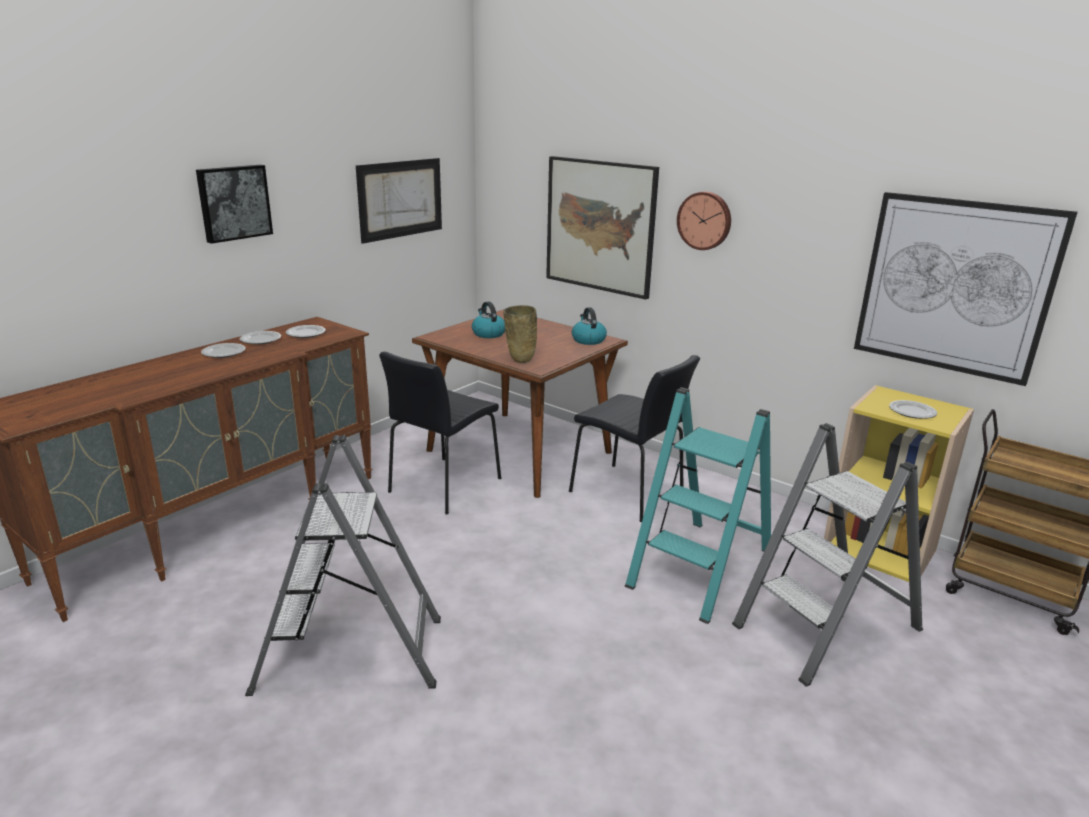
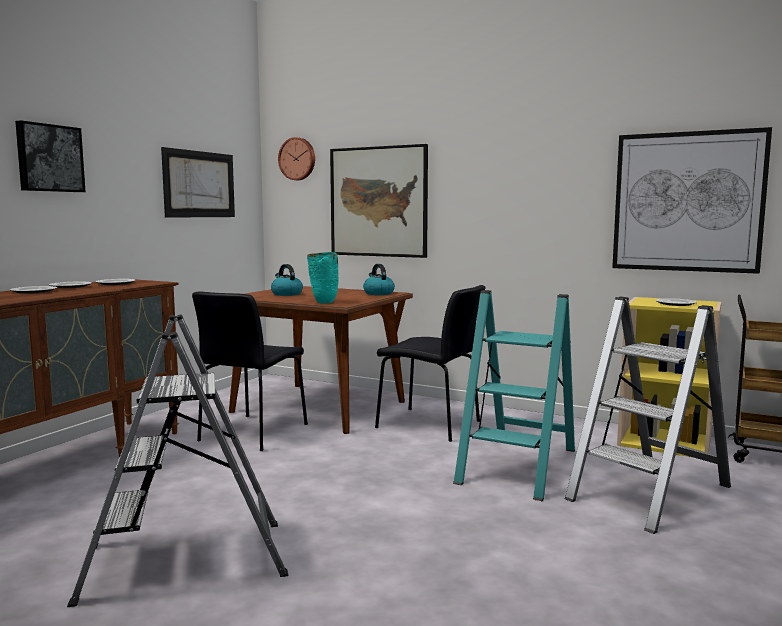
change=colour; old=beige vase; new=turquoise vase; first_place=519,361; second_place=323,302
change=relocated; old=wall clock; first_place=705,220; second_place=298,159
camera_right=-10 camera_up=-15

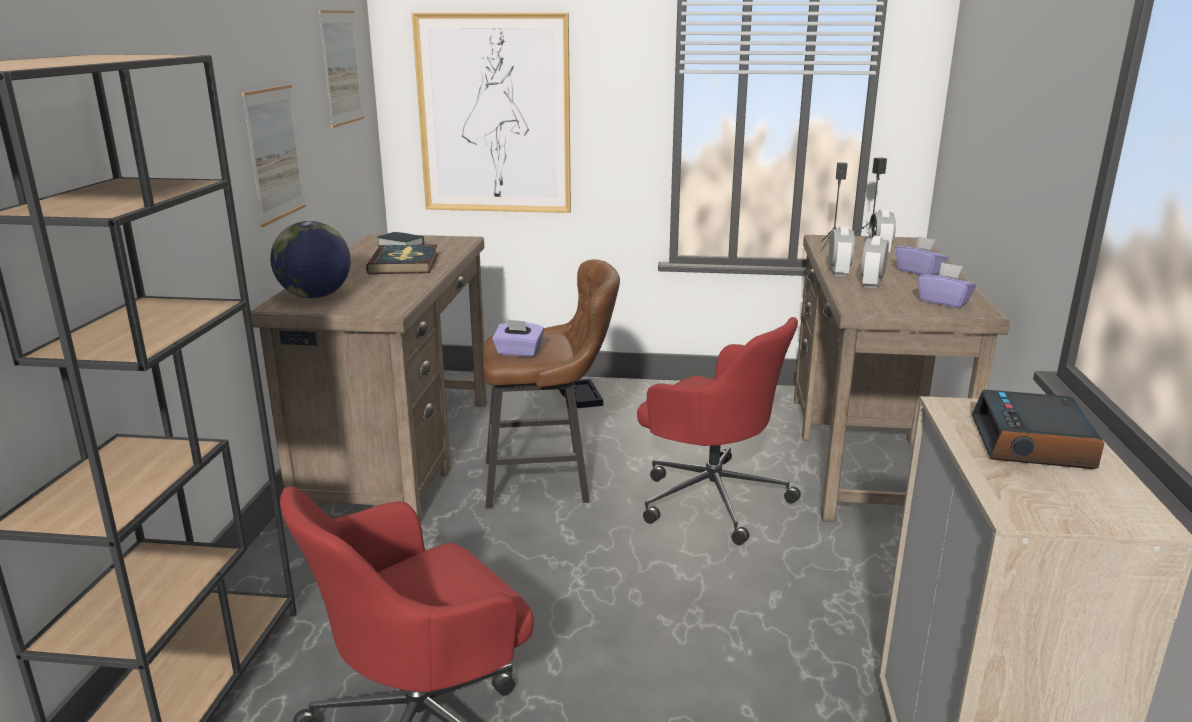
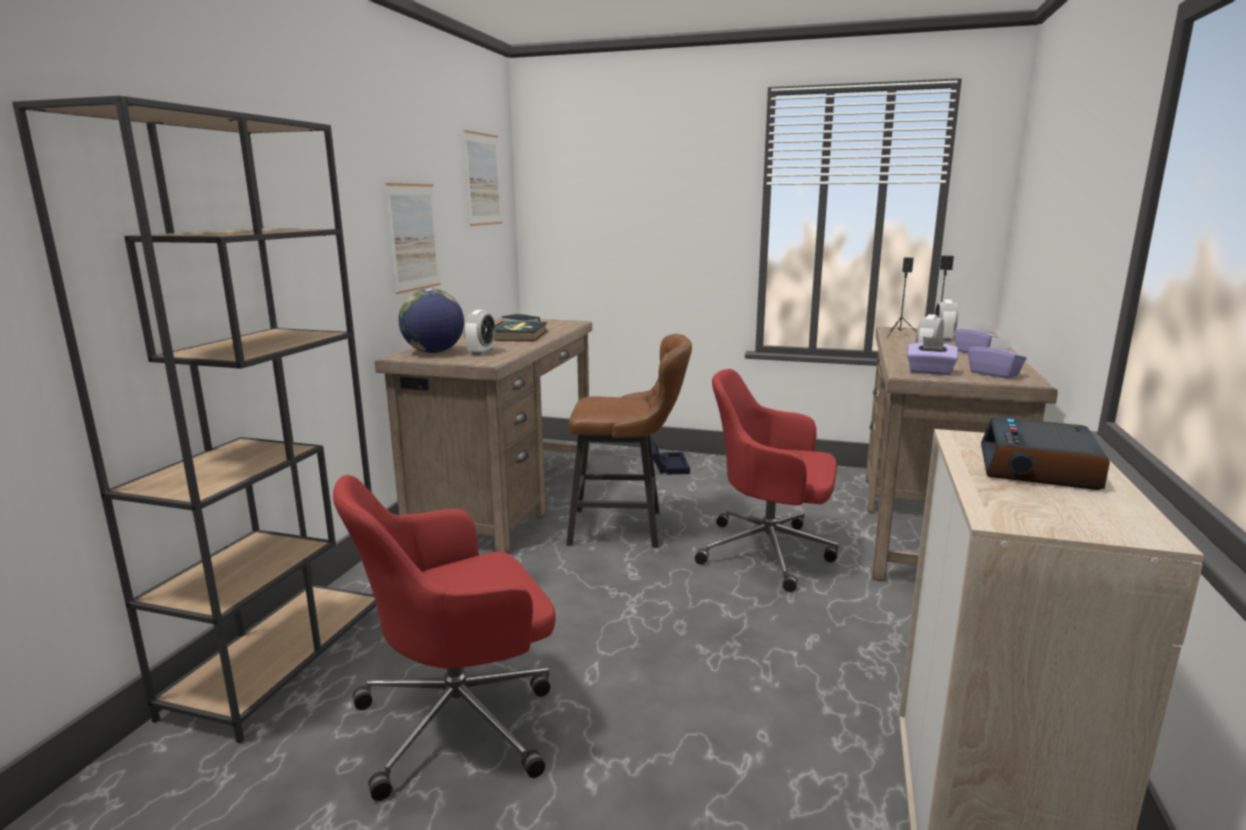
change=missing; old=picture; first_place=494,115
change=relocated; old=purple tissue box; first_place=518,352; second_place=930,372
change=spun; old=red office chair; first_place=711,498; second_place=769,552; degrees=150
change=relocated; old=alarm clock; first_place=838,273; second_place=481,353
camera_right=10 camera_up=-5

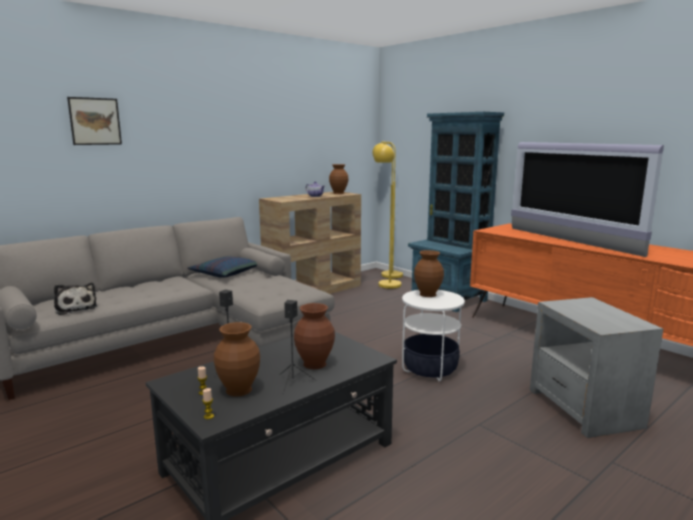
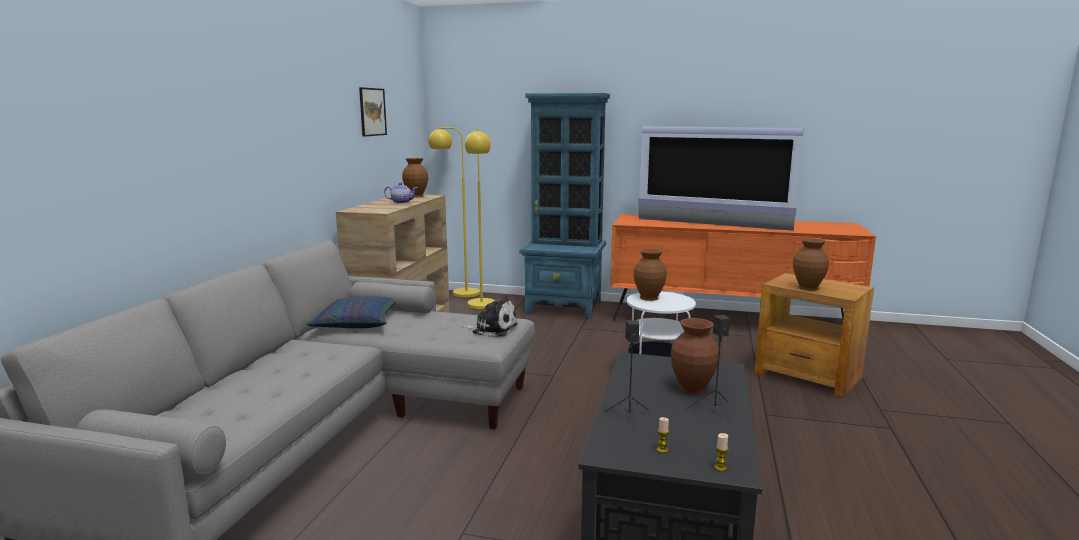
change=relocated; old=plush toy; first_place=75,308; second_place=492,329
change=relocated; old=picture; first_place=95,121; second_place=372,112
change=relocated; old=brown vase; first_place=240,389; second_place=808,288
change=colour; old=grey side table; new=brown side table; first_place=584,408; second_place=808,376
camera_right=-35 camera_up=0

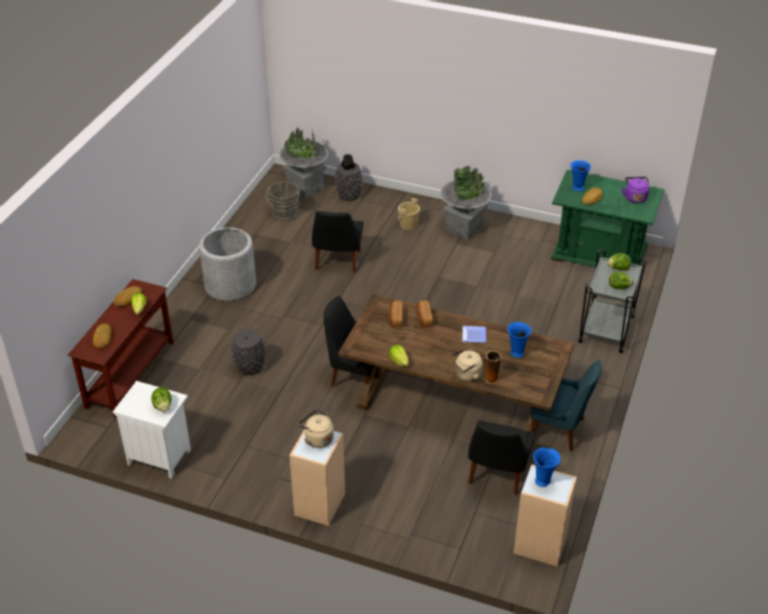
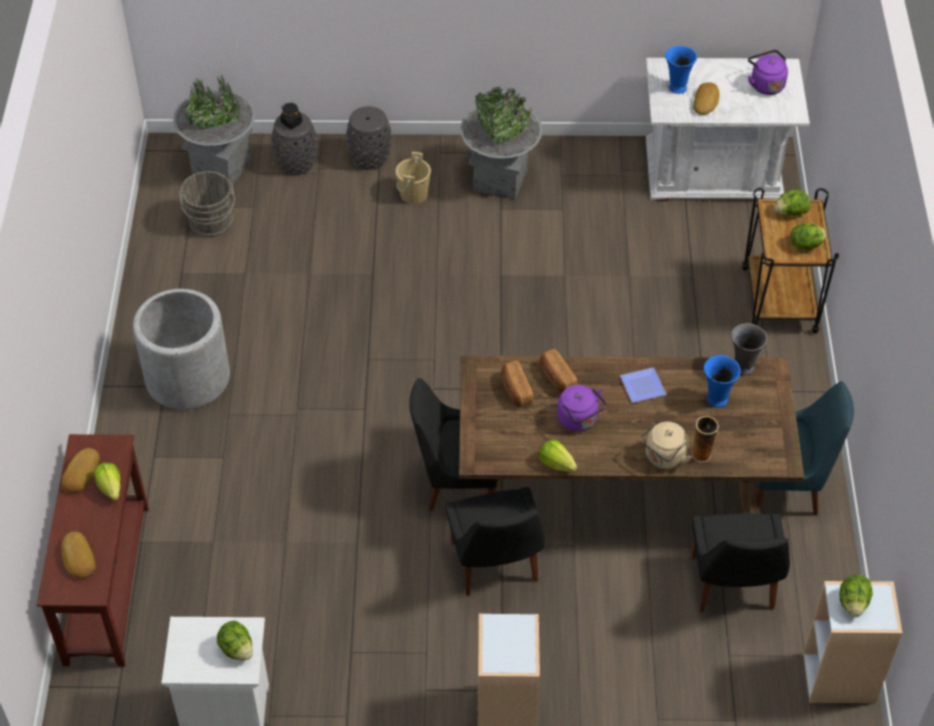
change=relocated; old=grey stool; first_place=250,367; second_place=370,158
change=missing; old=beige kettle; first_place=317,439
change=relocated; old=black chair; first_place=337,261; second_place=495,565
change=exchanged; old=blue vase; new=lettuce; first_place=543,481; second_place=853,603
change=colour; old=green cabinet; new=white cabinet; first_place=599,253; second_place=714,170
change=colour; old=grey cart; new=brown cart; first_place=606,330; second_place=779,301
change=appeared; new=purple kettle; second_place=579,420
change=appeared; new=grey vase; second_place=742,367
camera_right=-20 camera_up=10

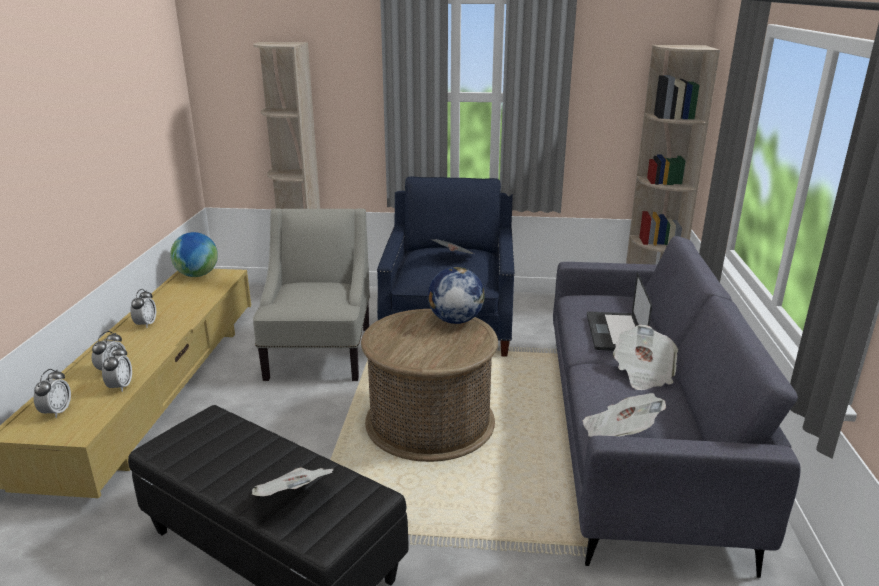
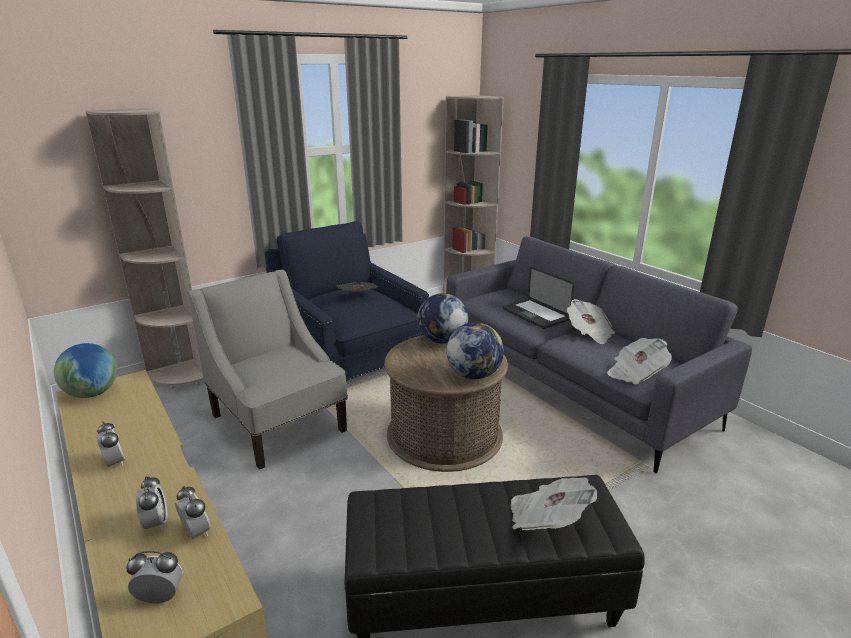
change=spun; old=alarm clock; first_place=57,412; second_place=160,597; degrees=-60
change=appeared; new=globe; second_place=473,375
camera_right=-40 camera_up=0

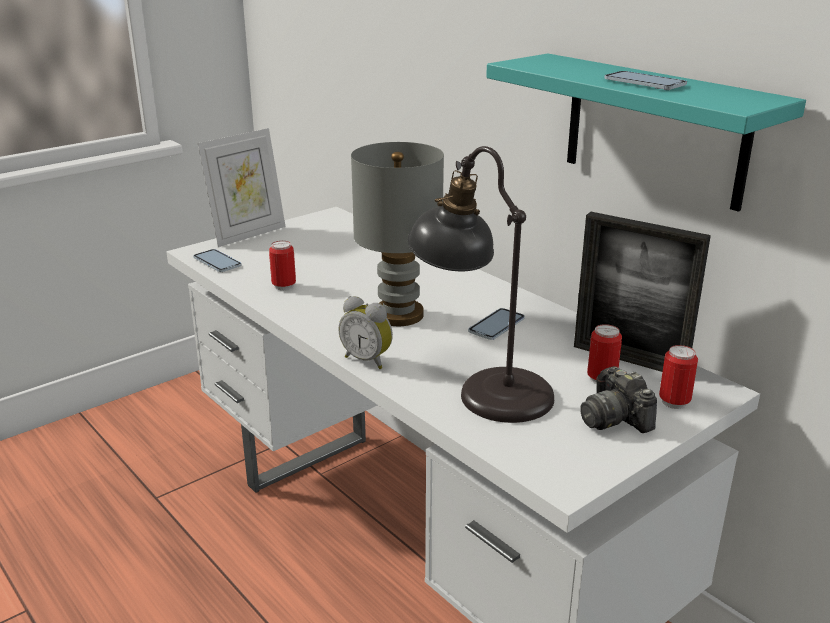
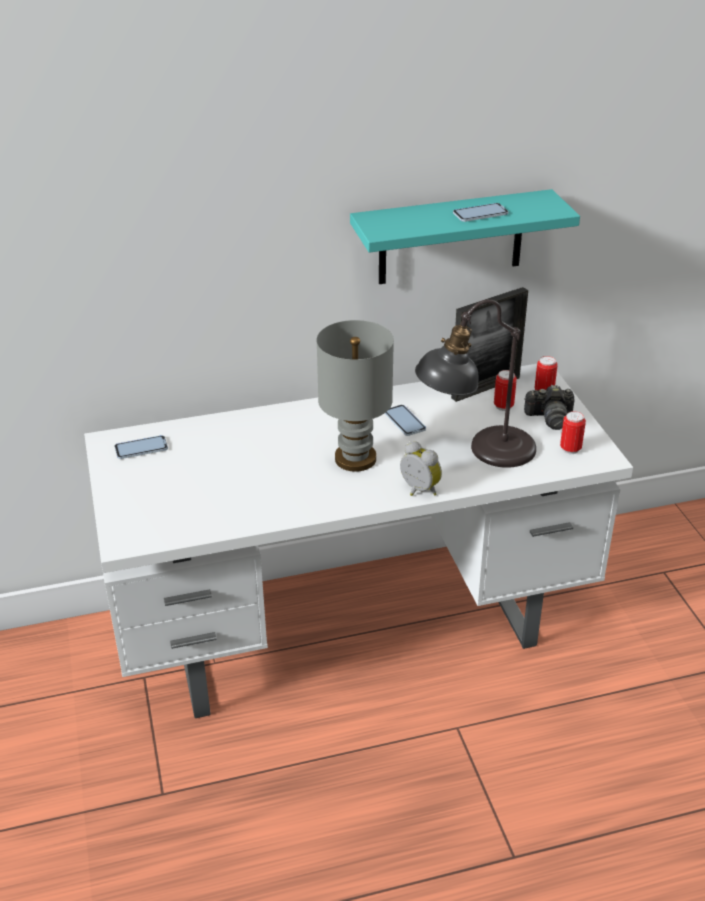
change=relocated; old=phone; first_place=217,262; second_place=141,448
change=missing; old=picture frame; first_place=248,234
change=relocated; old=can; first_place=284,286; second_place=570,449
change=spun; old=alarm clock; first_place=368,360; second_place=418,491; degrees=-105
camera_right=-65 camera_up=10

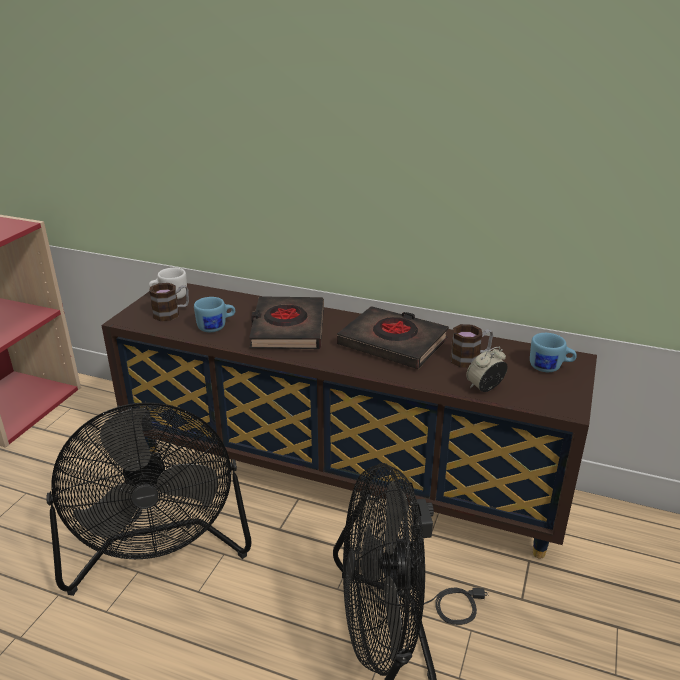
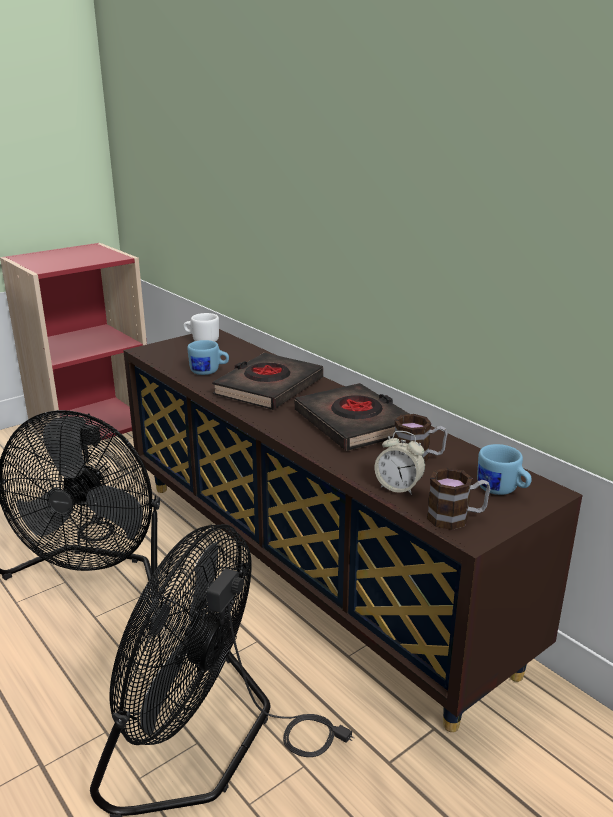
change=relocated; old=mug; first_place=172,313; second_place=456,518
change=spun; old=alarm clock; first_place=484,388; second_place=398,487; degrees=-150
camera_right=30 camera_up=-5

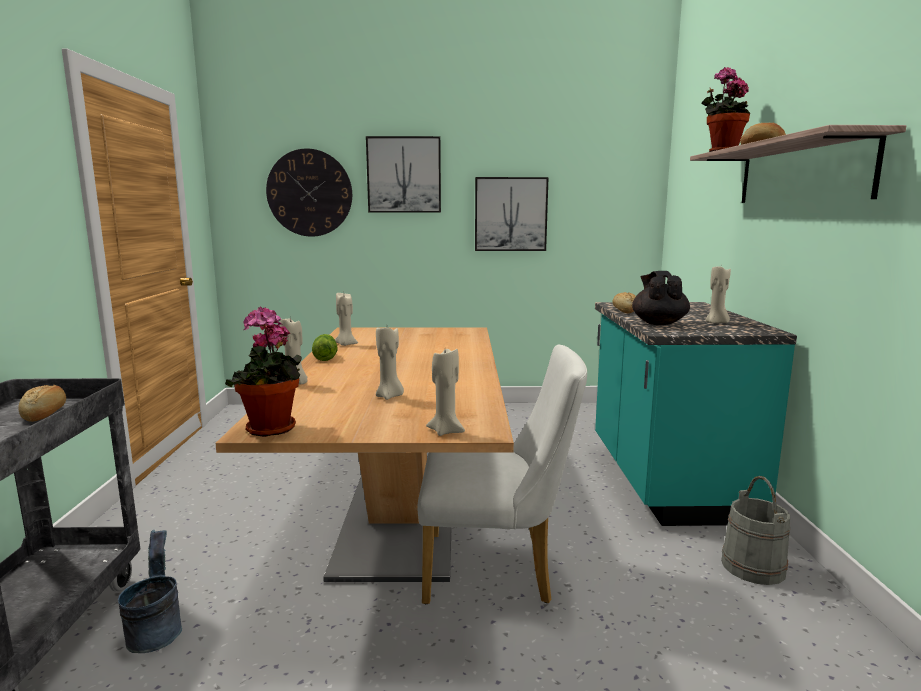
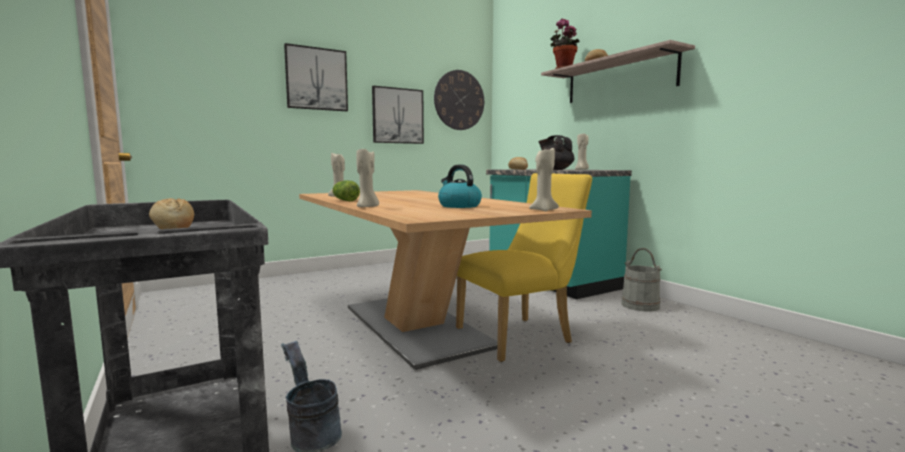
change=missing; old=potted plant; first_place=271,430
change=relocated; old=wall clock; first_place=309,193; second_place=459,100
change=exchanged; old=beige candle; new=kettle; first_place=390,396; second_place=458,206
change=colour; old=white chair; new=yellow chair; first_place=498,571; second_place=520,336
camera_right=-30 camera_up=-5

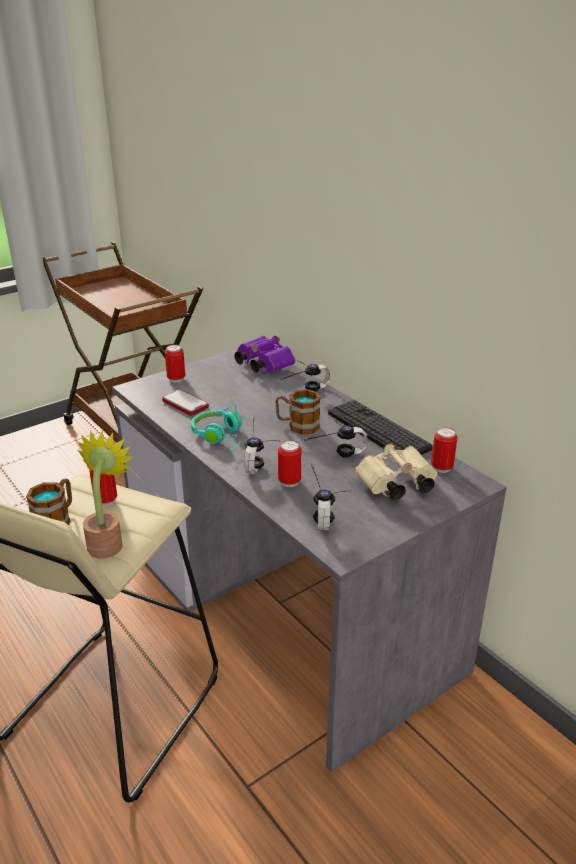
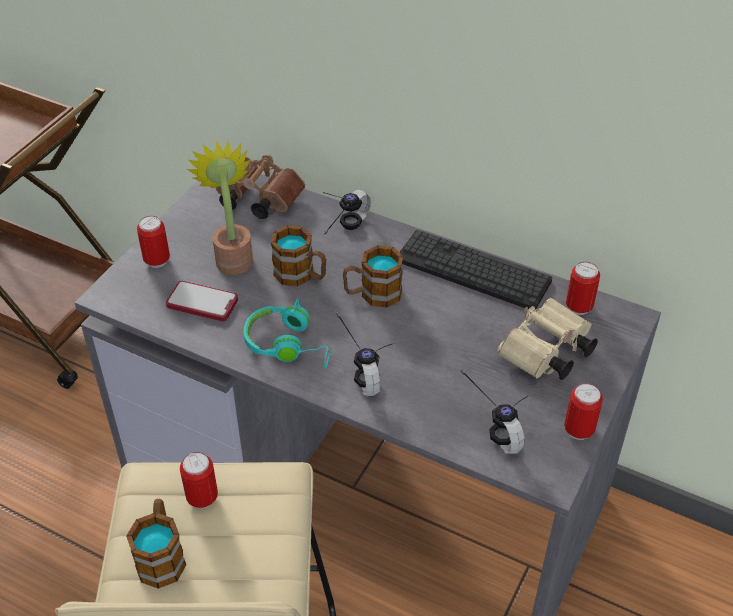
change=relocated; old=potted plant; first_place=107,542; second_place=233,256
change=colour; old=purple binoculars; new=brown binoculars; first_place=262,365; second_place=256,199
change=relocated; old=can; first_place=289,482; second_place=578,430
change=missing; old=headphones; first_place=332,452
change=appeared; new=mug; second_place=301,275
camera_right=-25 camera_up=15

